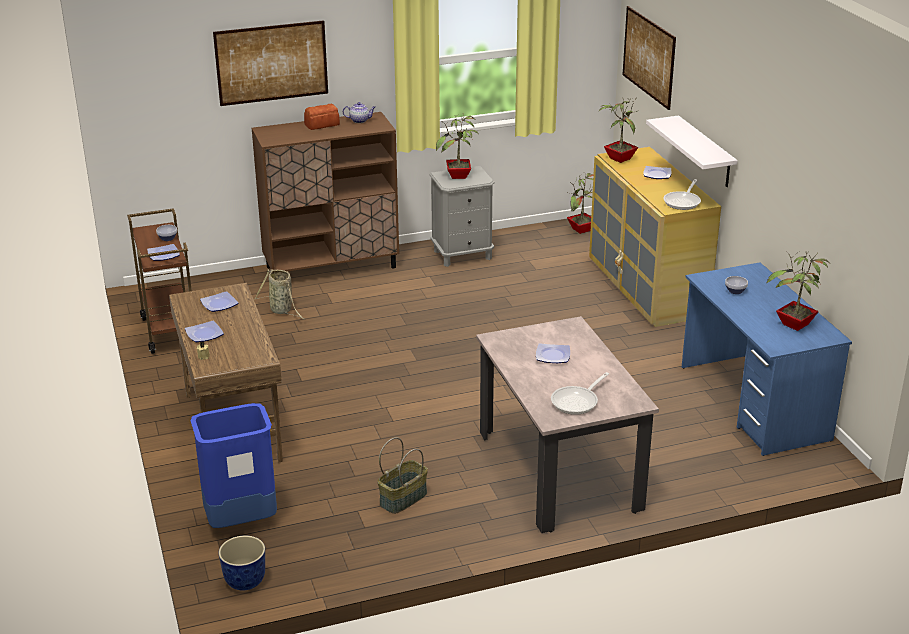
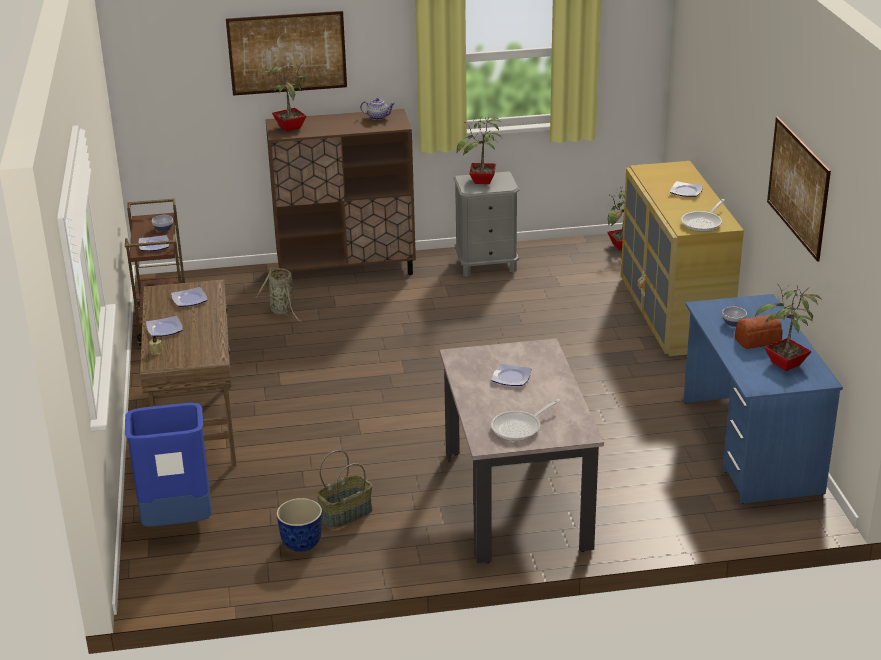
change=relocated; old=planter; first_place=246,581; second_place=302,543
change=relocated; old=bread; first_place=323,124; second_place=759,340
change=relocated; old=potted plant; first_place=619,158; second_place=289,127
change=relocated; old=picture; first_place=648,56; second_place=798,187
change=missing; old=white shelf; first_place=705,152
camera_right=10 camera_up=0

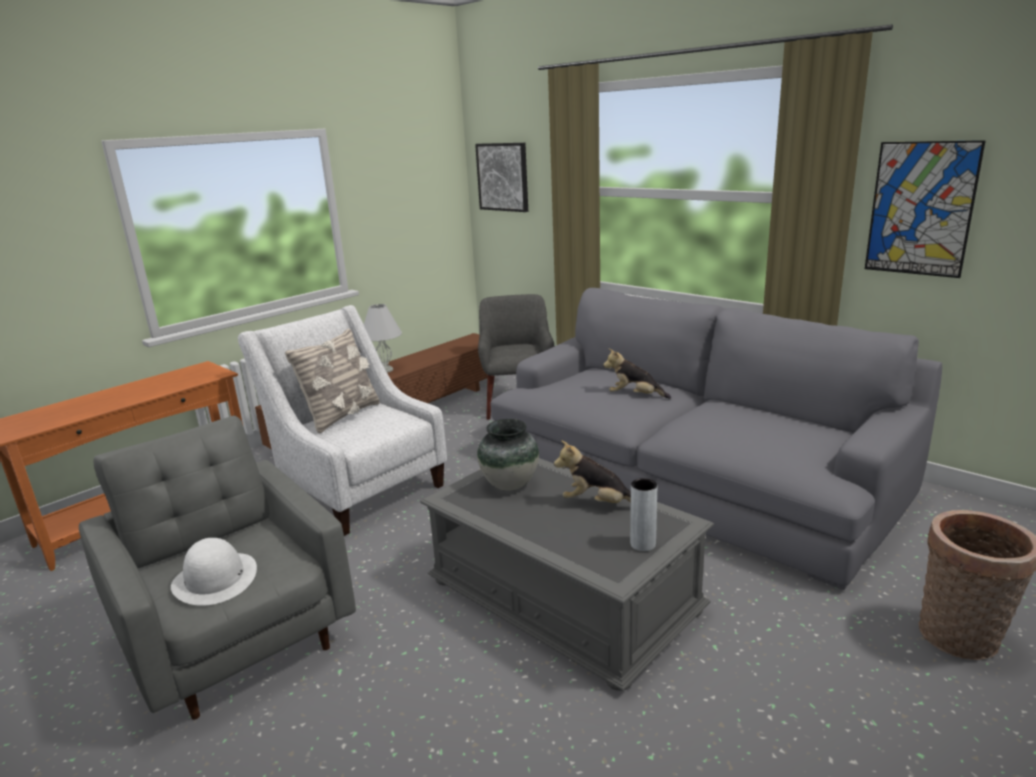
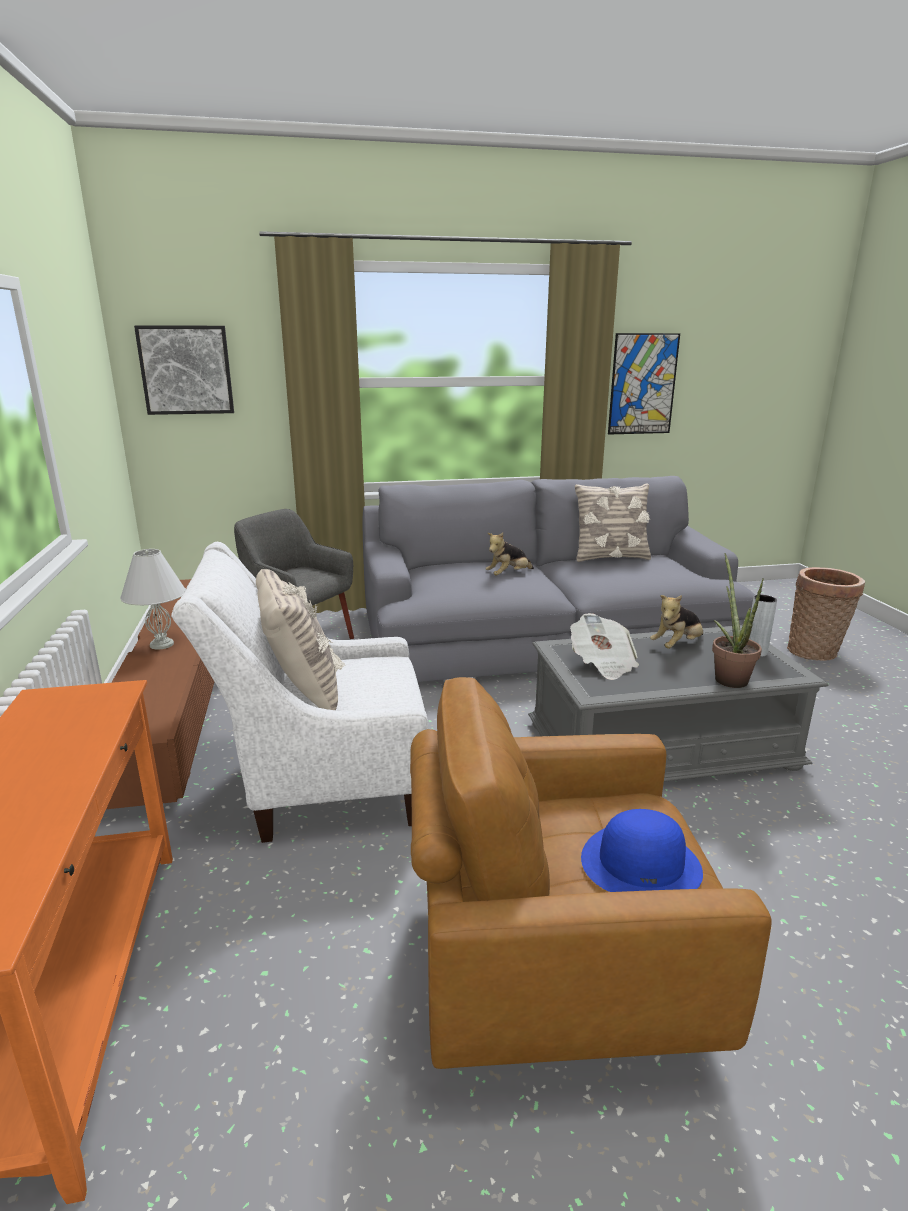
change=colour; old=grey armchair; new=brown armchair; first_place=236,638; second_place=553,970
change=colour; old=white hat; new=blue hat; first_place=215,579; second_place=641,863
change=exchanged; old=vase; new=newspaper; first_place=509,485; second_place=602,663
change=appeared; new=beige pillow; second_place=610,558
change=appeared; new=potted plant; second_place=728,677
camera_right=-55 camera_up=0

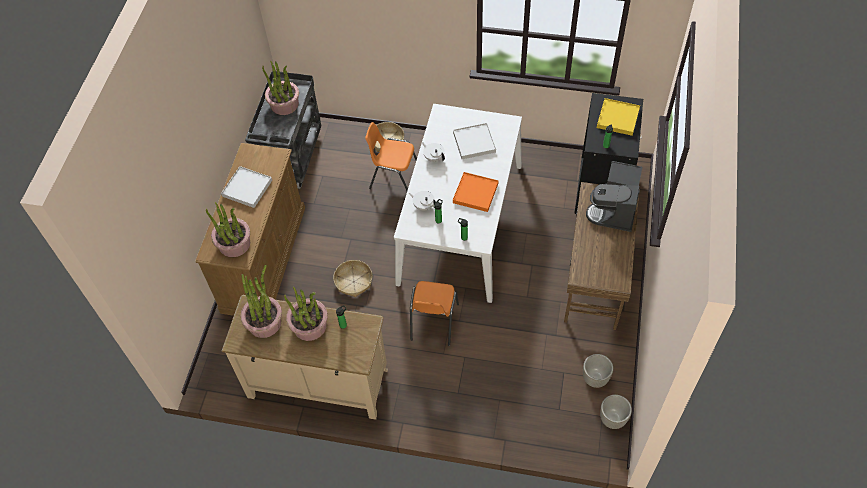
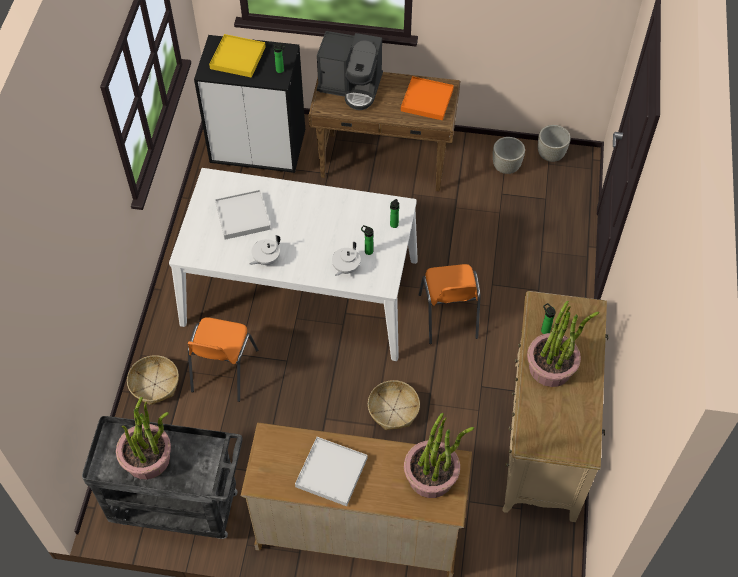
change=missing; old=potted plant; first_place=264,322
change=spun; old=orange chair; first_place=433,322; second_place=448,317; degrees=75
change=relocated; old=orange tray; first_place=475,193; second_place=427,100
camera_right=-95 camera_up=0

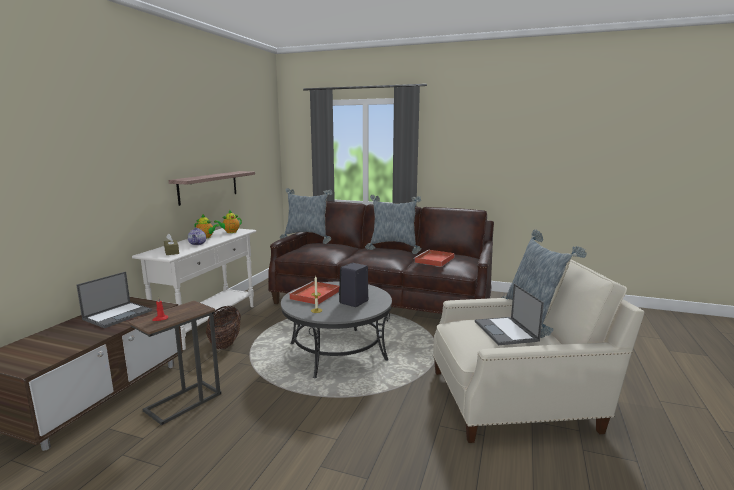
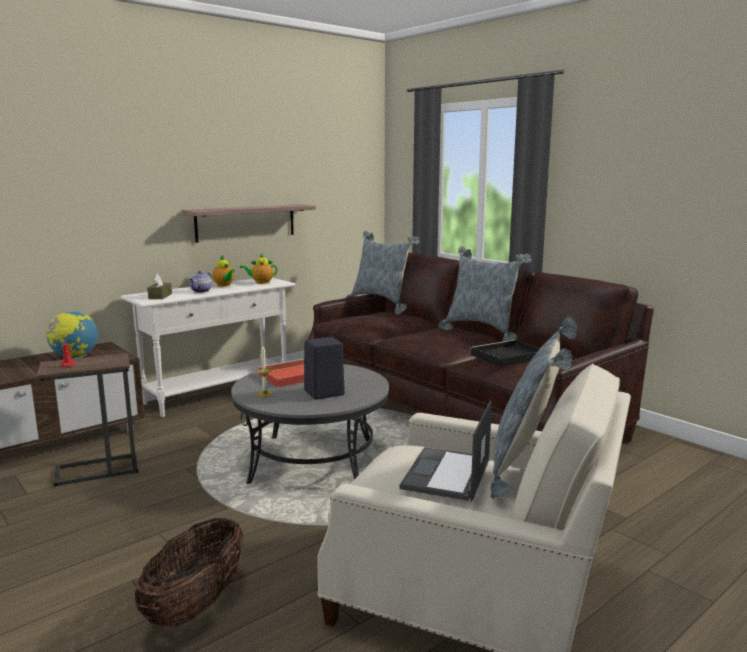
change=exchanged; old=laptop; new=globe; first_place=118,315; second_place=75,358
change=relocated; old=basket; first_place=225,343; second_place=196,605
change=colour; old=red tray; new=black tray; first_place=434,260; second_place=507,356
camera_right=30 camera_up=0

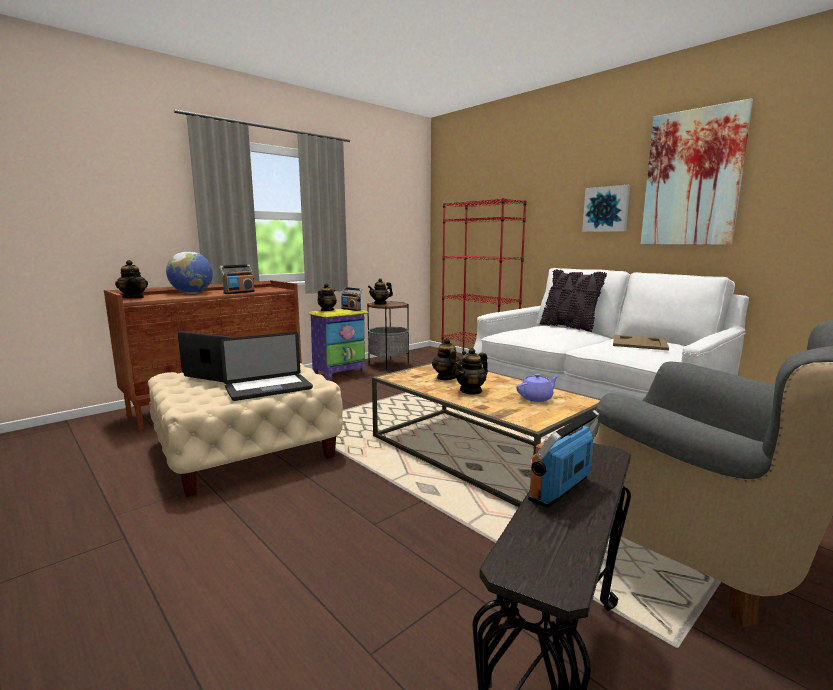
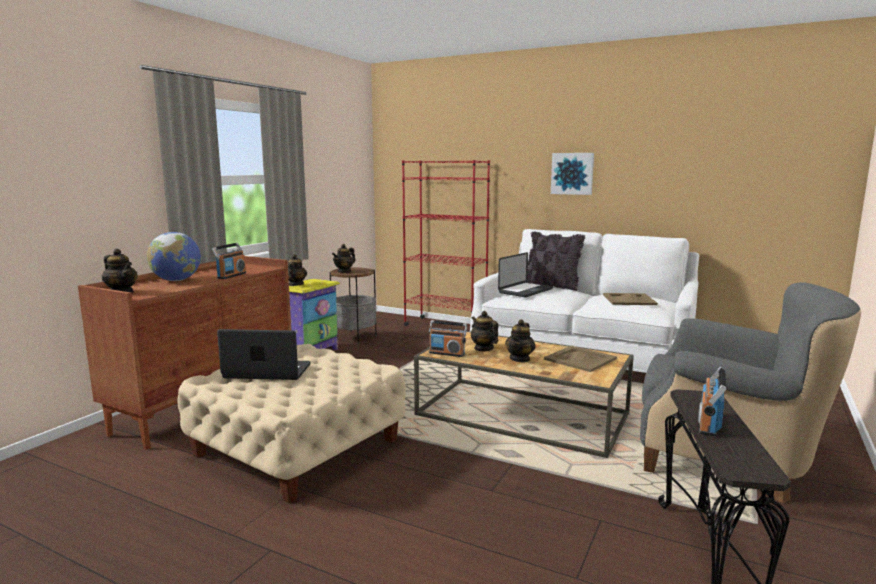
change=relocated; old=laptop; first_place=268,388; second_place=525,291
change=relocated; old=radio; first_place=351,309; second_place=447,353
change=exchanged; old=purple teapot; new=beige tray; first_place=536,398; second_place=579,359
change=missing; old=picture; first_place=692,178
camera_right=-20 camera_up=0

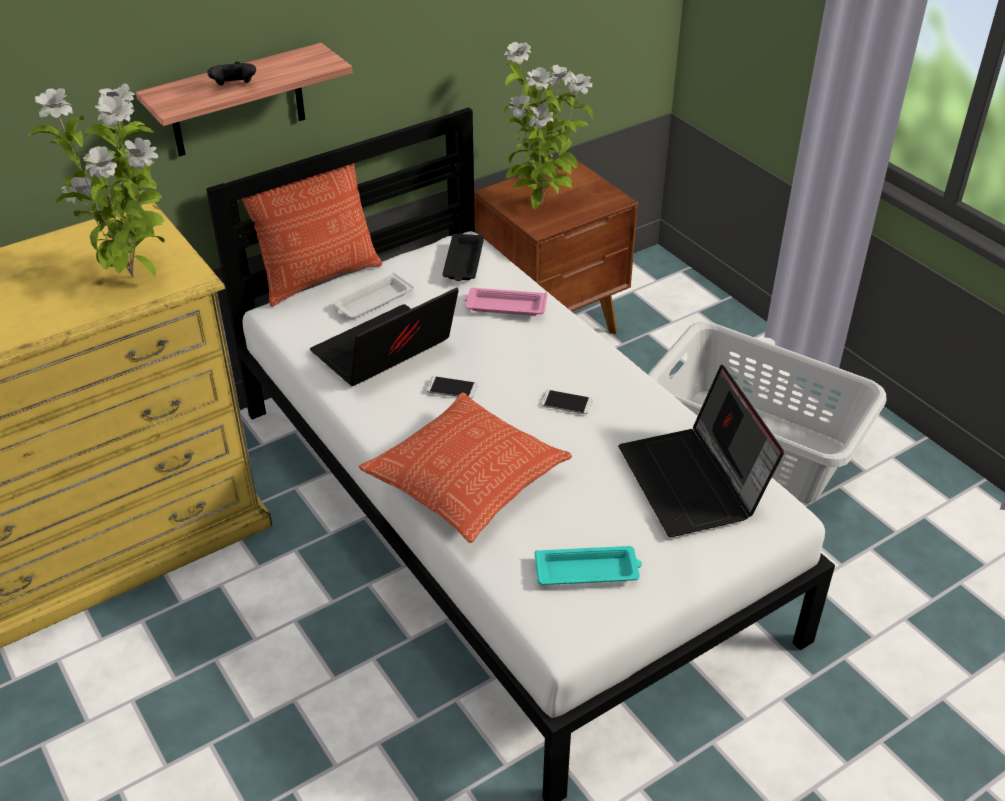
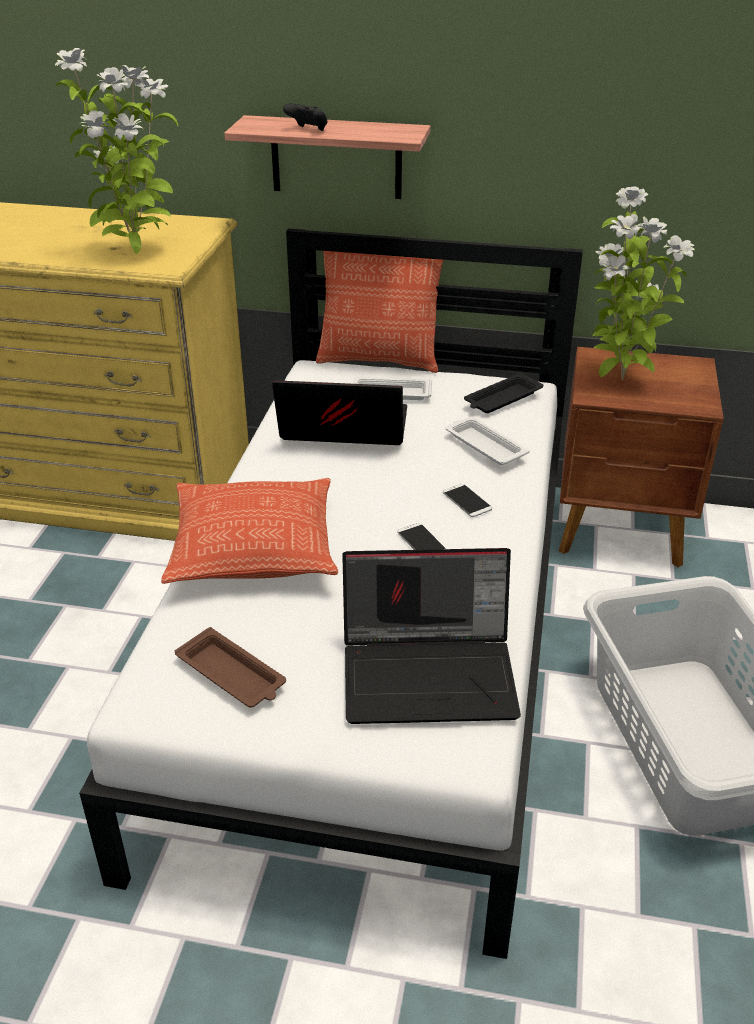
change=relocated; old=phone; first_place=452,388; second_place=467,501
change=colour; old=pink tray; new=white tray; first_place=504,306; second_place=484,445
change=colour; old=turquoise tray; new=brown tray; first_place=588,571; second_place=232,675
change=spun; old=laptop; first_place=694,482; second_place=431,672; degrees=-120
camera_right=45 camera_up=-5

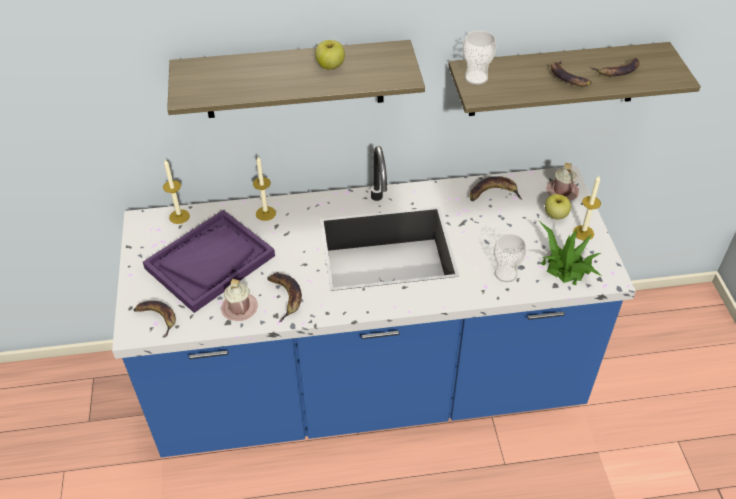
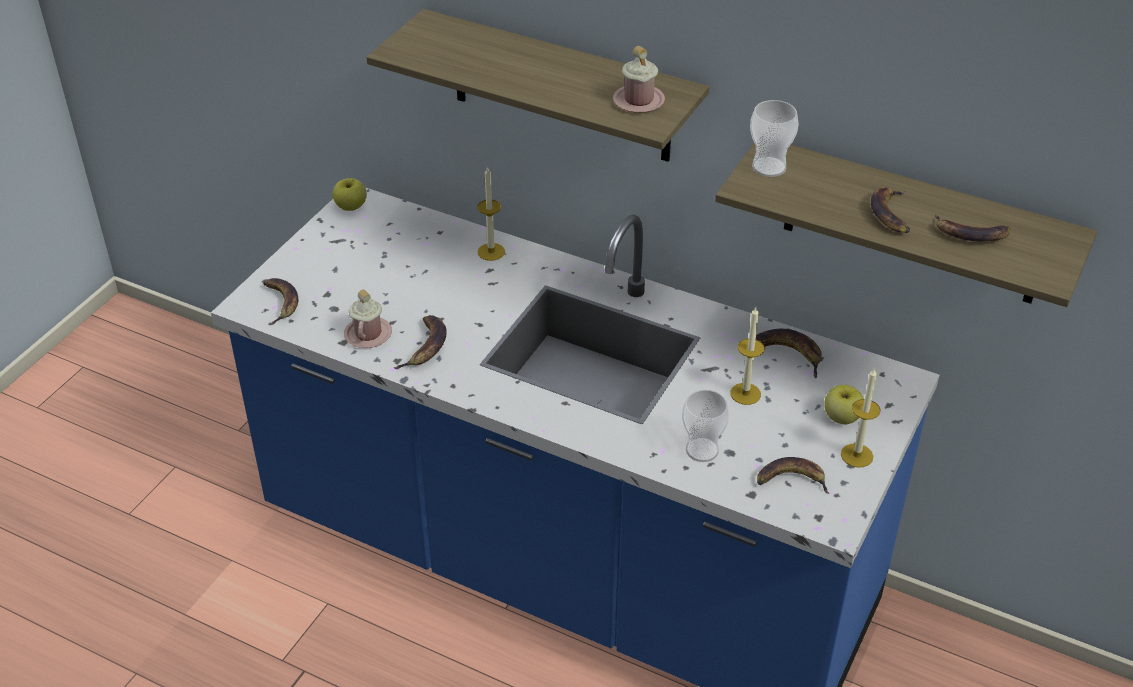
change=missing; old=purple tray; first_place=210,262
change=relocated; old=candle; first_place=179,216; second_place=745,394
change=relocated; old=apple; first_place=330,66; second_place=351,207
change=exchanged; old=potted plant; new=banana; first_place=566,265; second_place=791,480
change=relocated; old=pink mug; first_place=562,191; second_place=638,101
camera_right=35 camera_up=-5

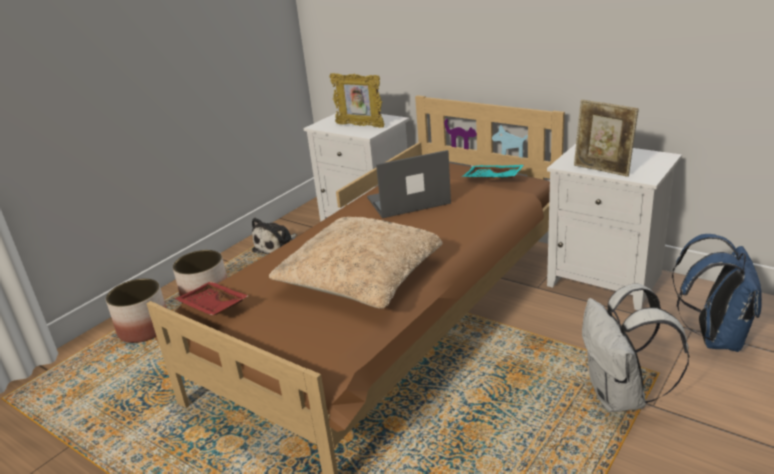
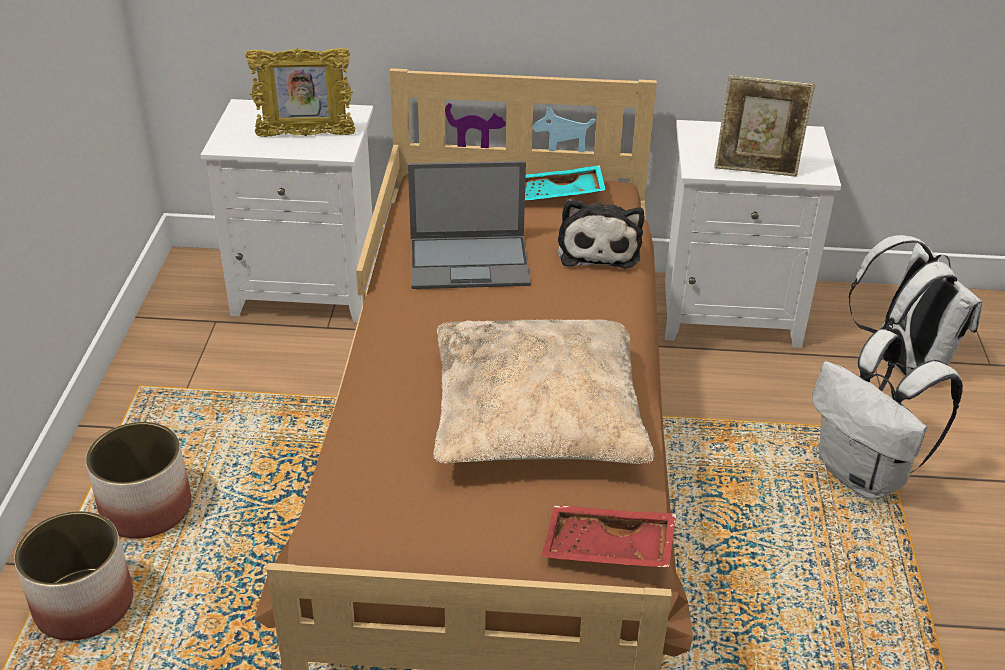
change=relocated; old=red tray; first_place=212,307; second_place=607,550
change=relocated; old=plush toy; first_place=278,247; second_place=598,248
change=spun; old=laptop; first_place=407,201; second_place=470,262; degrees=-135
change=colour; old=blue backpack; new=white backpack; first_place=714,337; second_place=902,362
camera_right=-35 camera_up=10

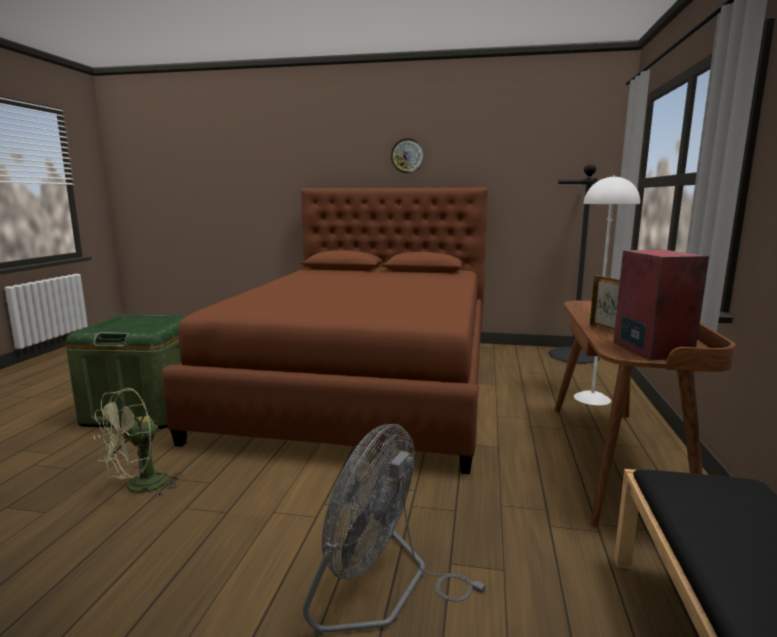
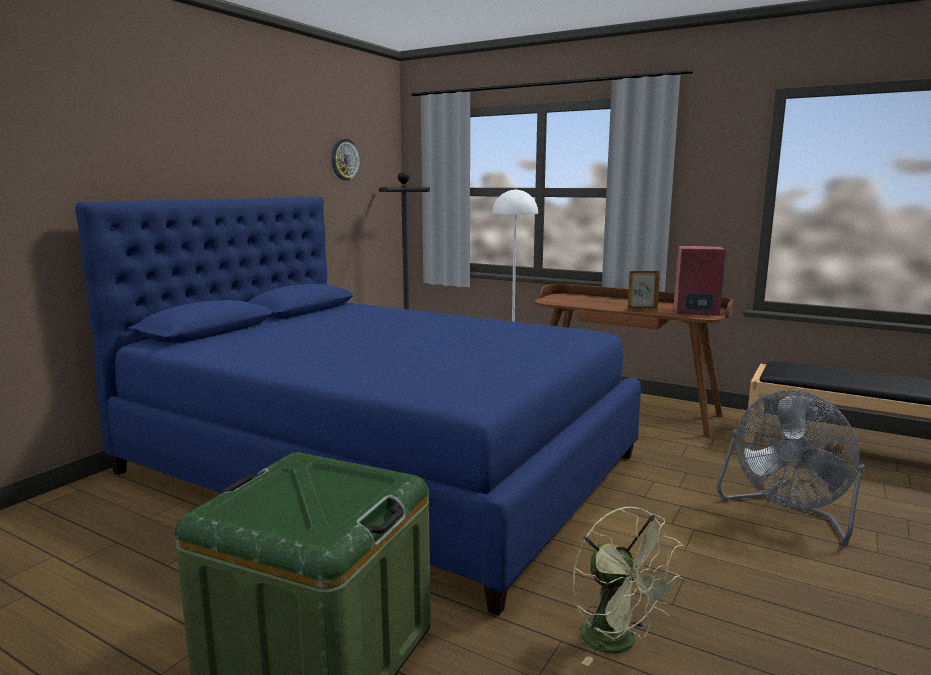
change=colour; old=brown bed; new=blue bed; first_place=365,382; second_place=379,464
change=relocated; old=wall clock; first_place=407,156; second_place=344,159
camera_right=-70 camera_up=0

